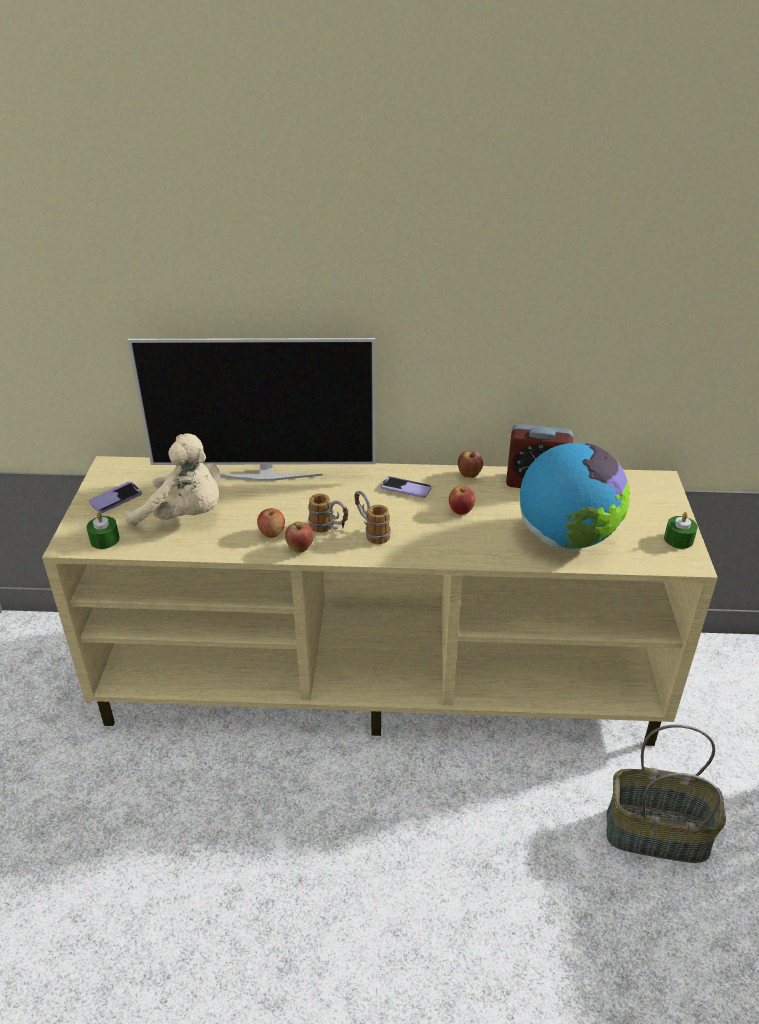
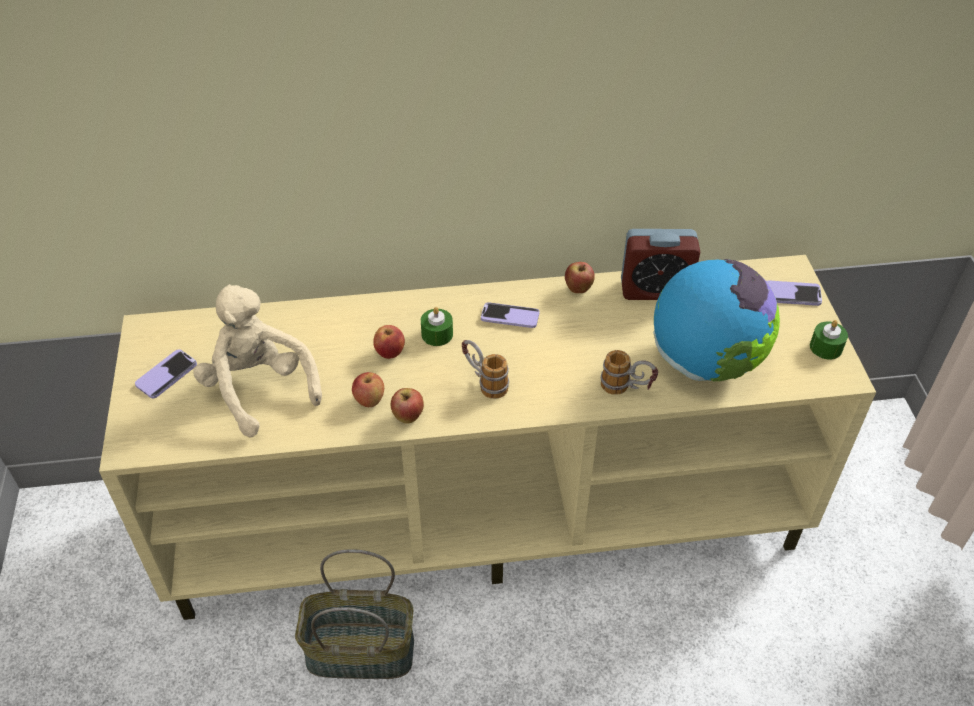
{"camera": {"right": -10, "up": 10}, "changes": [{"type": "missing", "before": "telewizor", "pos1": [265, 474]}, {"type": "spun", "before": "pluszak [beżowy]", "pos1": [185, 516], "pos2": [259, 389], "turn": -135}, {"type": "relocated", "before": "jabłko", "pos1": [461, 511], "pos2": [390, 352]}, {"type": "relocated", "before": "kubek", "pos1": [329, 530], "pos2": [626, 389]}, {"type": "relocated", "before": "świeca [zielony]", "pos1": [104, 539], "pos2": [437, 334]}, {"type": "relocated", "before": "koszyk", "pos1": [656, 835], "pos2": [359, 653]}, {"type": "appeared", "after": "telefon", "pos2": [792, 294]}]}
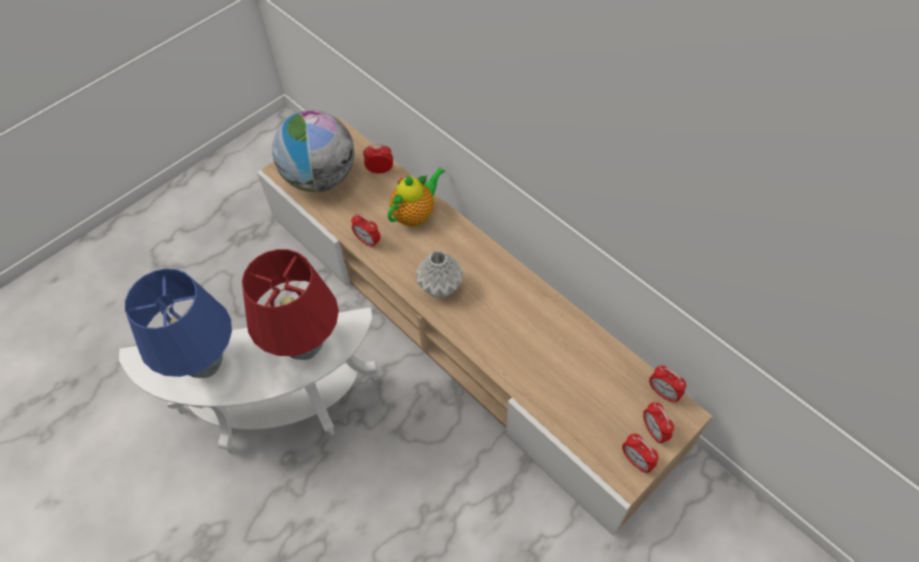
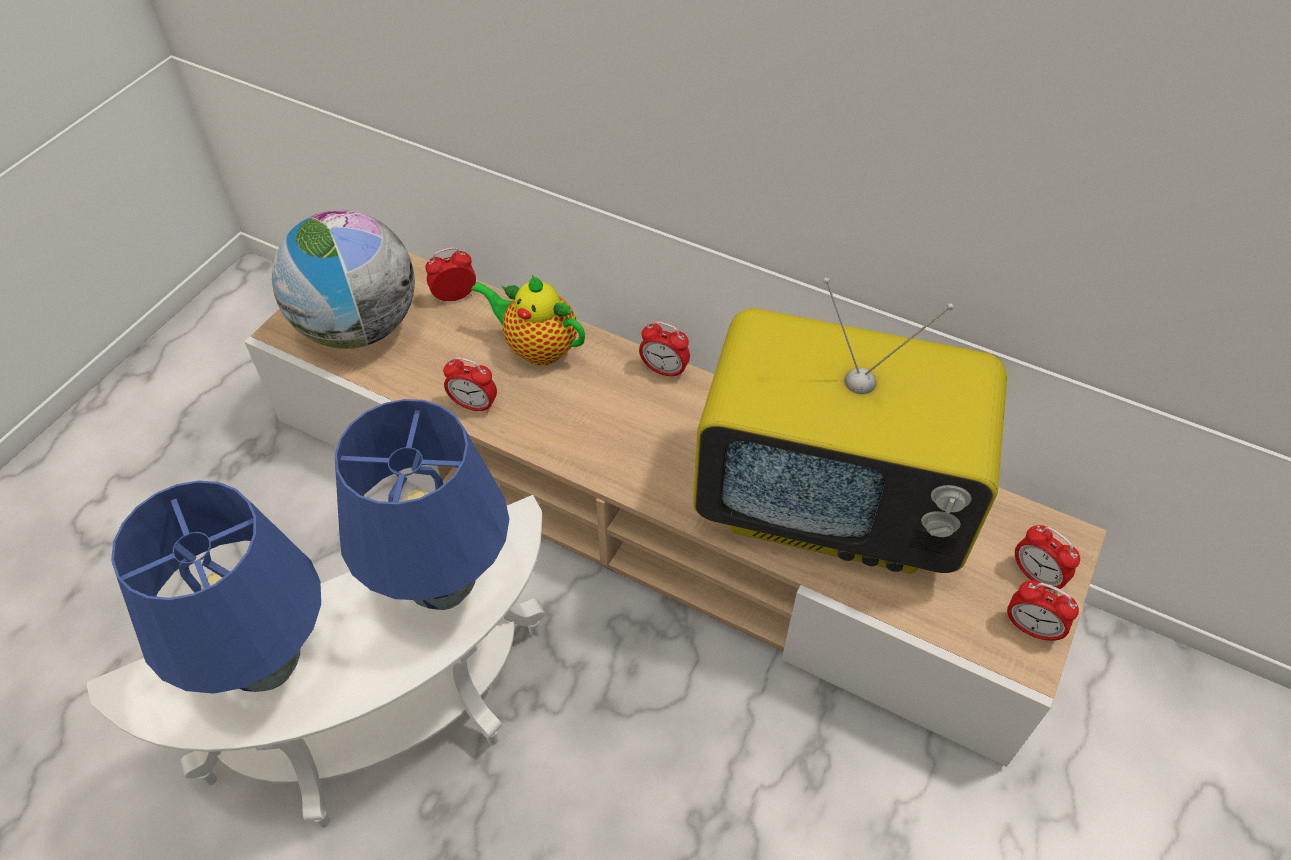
{"camera": {"right": -20, "up": -5}, "changes": [{"type": "spun", "before": "imbryk", "pos1": [416, 214], "pos2": [537, 347], "turn": -90}, {"type": "colour", "before": "lampa stołowa [czerwony]", "after": "lampa stołowa [niebieski]", "pos1": [306, 346], "pos2": [444, 586]}, {"type": "missing", "before": "wazon [szary]", "pos1": [440, 288]}, {"type": "relocated", "before": "budzik", "pos1": [663, 393], "pos2": [664, 370]}, {"type": "appeared", "after": "telewizor", "pos2": [832, 504]}]}
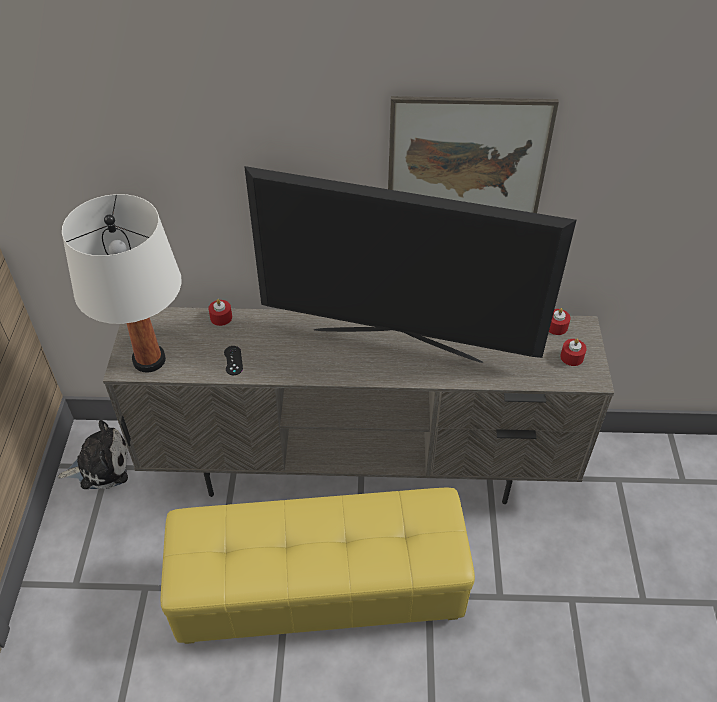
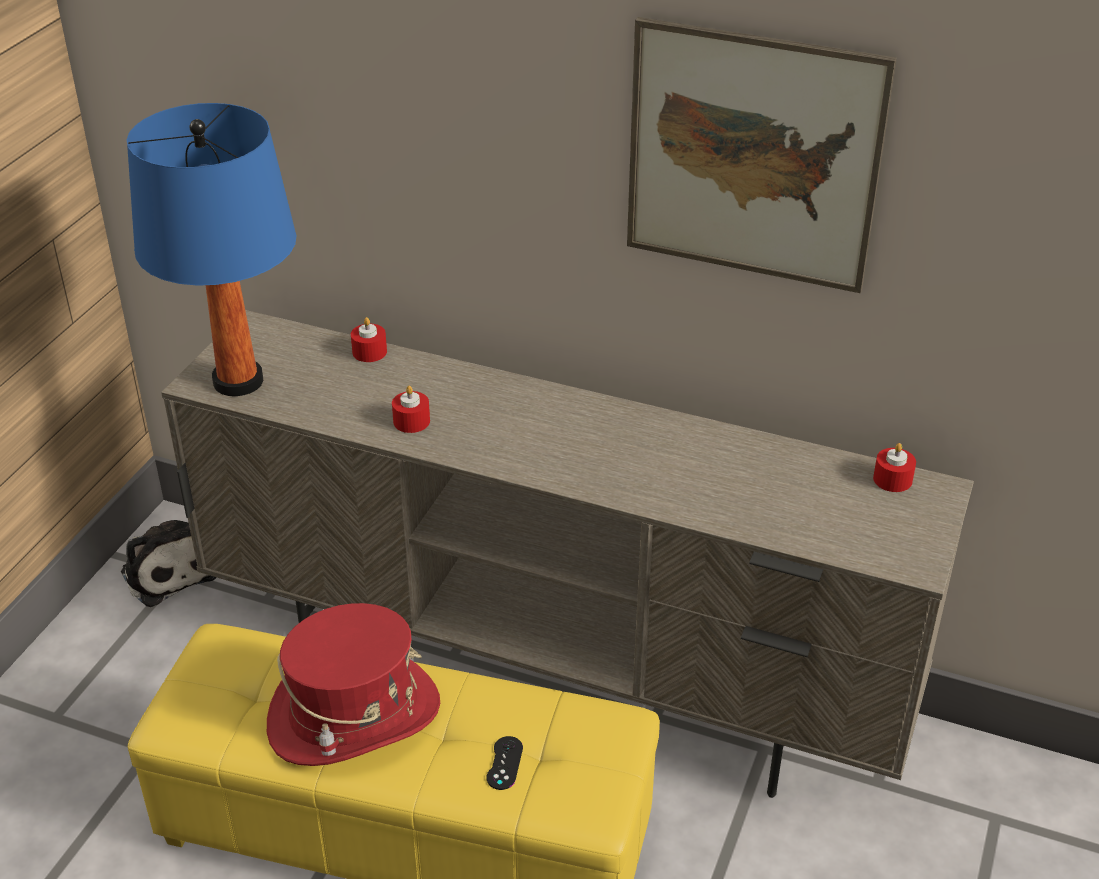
{"camera": {"right": 20, "up": -10}, "changes": [{"type": "missing", "before": "telewizor", "pos1": [397, 343]}, {"type": "colour", "before": "lampa stołowa [biały]", "after": "lampa stołowa [niebieski]", "pos1": [149, 360], "pos2": [238, 382]}, {"type": "relocated", "before": "świeca [czerwony]", "pos1": [571, 357], "pos2": [411, 421]}, {"type": "relocated", "before": "pad do gier [czarny]", "pos1": [233, 360], "pos2": [504, 763]}, {"type": "spun", "before": "pluszak", "pos1": [100, 466], "pos2": [169, 570], "turn": 45}, {"type": "appeared", "after": "kapelusz [czerwony]", "pos2": [354, 716]}]}
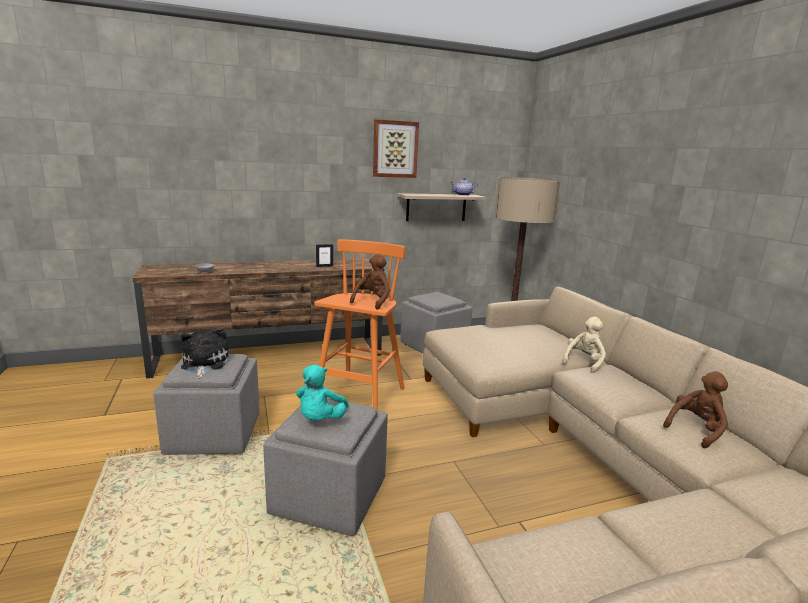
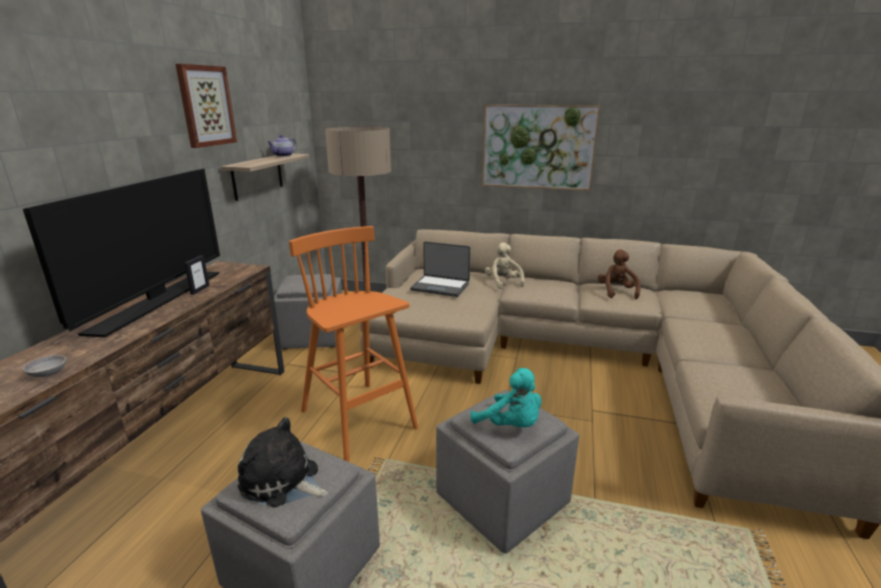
{"camera": {"right": -55, "up": 5}, "changes": [{"type": "missing", "before": "pluszak [brązowy]", "pos1": [372, 301]}, {"type": "appeared", "after": "obraz", "pos2": [538, 147]}, {"type": "appeared", "after": "telewizor", "pos2": [158, 300]}, {"type": "appeared", "after": "laptop", "pos2": [440, 286]}]}
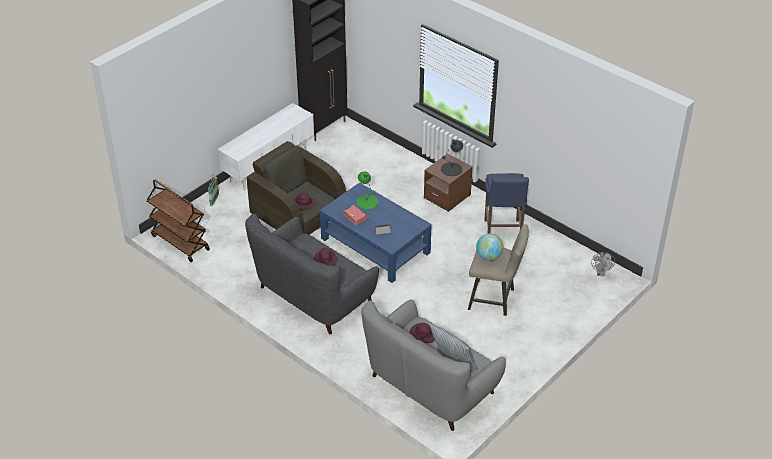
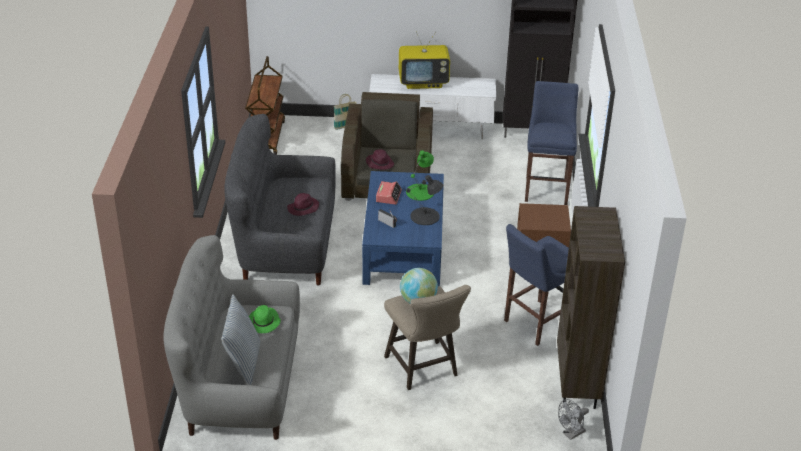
{"camera": {"right": 50, "up": -5}, "changes": [{"type": "relocated", "before": "lampa stołowa [czarny]", "pos1": [452, 169], "pos2": [425, 216]}, {"type": "colour", "before": "kapelusz [fioletowy]", "after": "kapelusz [zielony]", "pos1": [424, 335], "pos2": [264, 323]}, {"type": "appeared", "after": "telewizor", "pos2": [423, 82]}, {"type": "appeared", "after": "stołek [niebieski]", "pos2": [546, 188]}, {"type": "appeared", "after": "regał [brązowy]", "pos2": [577, 384]}]}
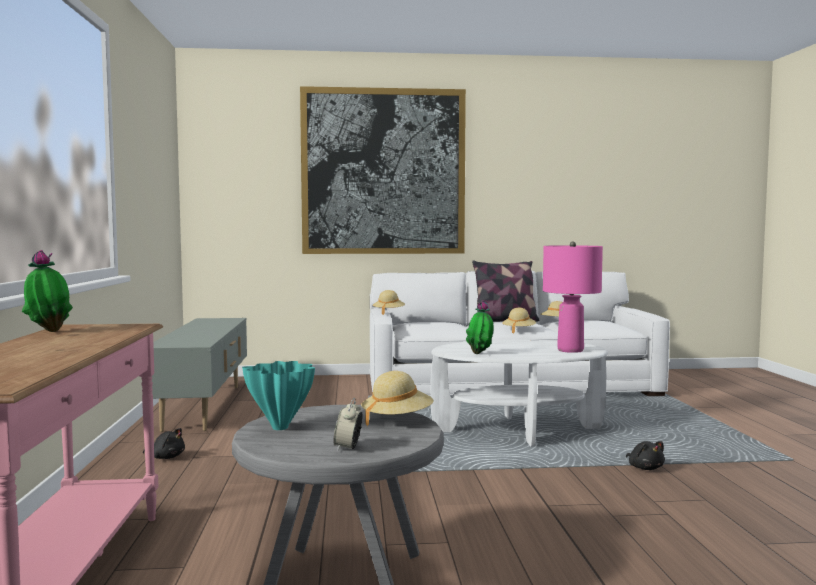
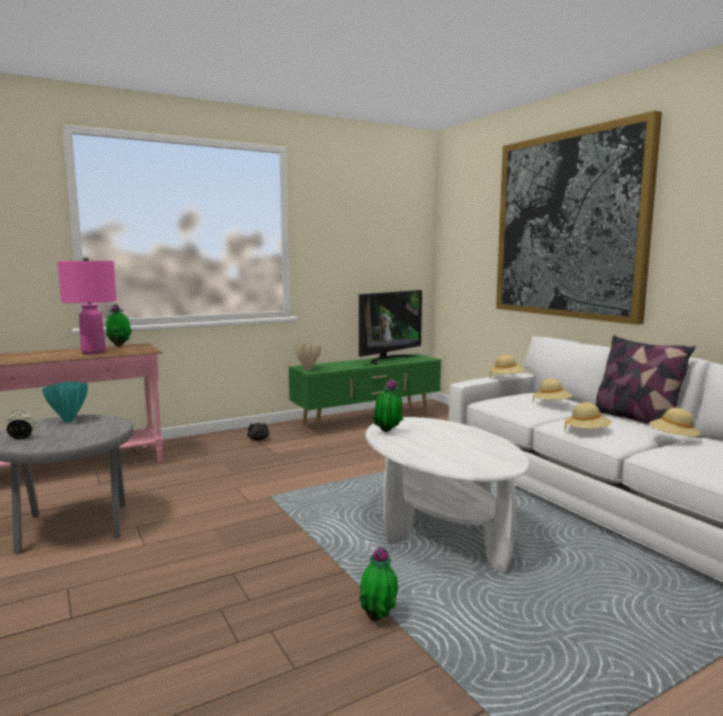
{"camera": {"right": 65, "up": 5}, "changes": [{"type": "relocated", "before": "lampa stołowa [różowy]", "pos1": [570, 350], "pos2": [93, 352]}, {"type": "colour", "before": "szafka pod telewizor [szary]", "after": "szafka pod telewizor [zielony]", "pos1": [205, 407], "pos2": [368, 420]}, {"type": "relocated", "before": "kapelusz [beżowy]", "pos1": [397, 420], "pos2": [552, 404]}, {"type": "exchanged", "before": "pluszak [czarny]", "after": "roślina doniczkowa", "pos1": [645, 468], "pos2": [379, 618]}, {"type": "appeared", "after": "telewizor", "pos2": [388, 359]}, {"type": "appeared", "after": "wazon [beżowy]", "pos2": [308, 370]}]}
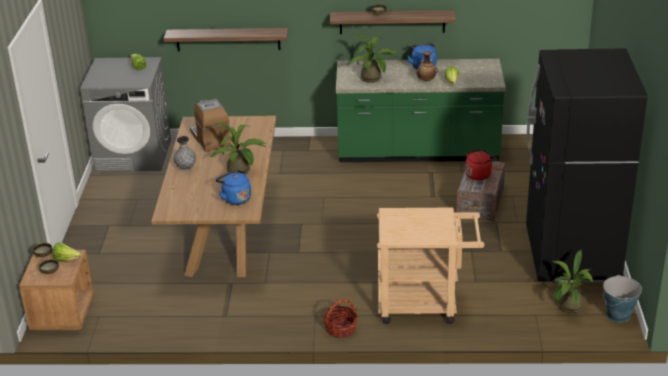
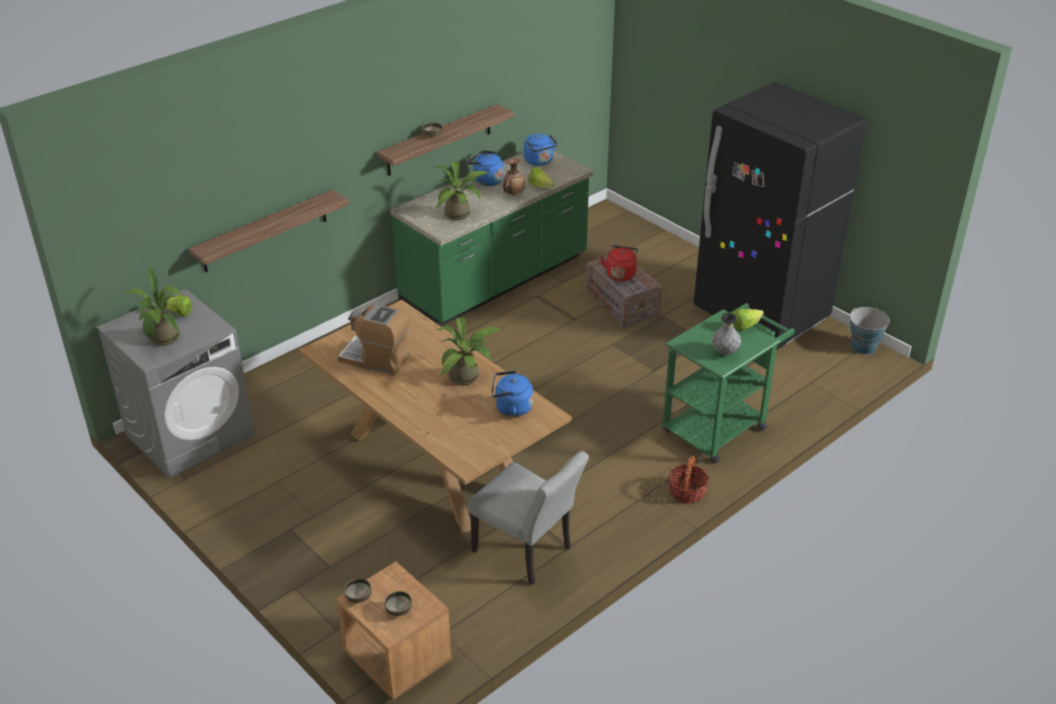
{"camera": {"right": -45, "up": 5}, "changes": [{"type": "relocated", "before": "wazon [szary]", "pos1": [186, 168], "pos2": [725, 352]}, {"type": "colour", "before": "wózek [beżowy]", "after": "wózek [zielony]", "pos1": [425, 305], "pos2": [720, 425]}, {"type": "relocated", "before": "sałata", "pos1": [66, 259], "pos2": [745, 326]}, {"type": "relocated", "before": "roślina doniczkowa", "pos1": [568, 308], "pos2": [163, 340]}, {"type": "appeared", "after": "czajnik [niebieski]", "pos2": [539, 162]}, {"type": "appeared", "after": "krzesło [szary]", "pos2": [528, 553]}]}
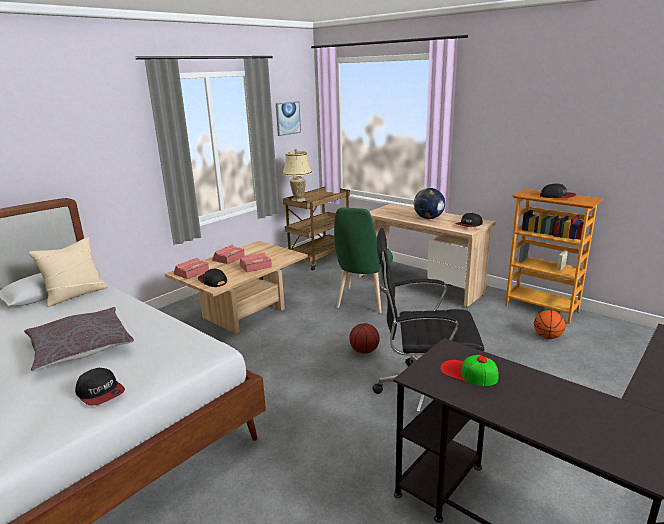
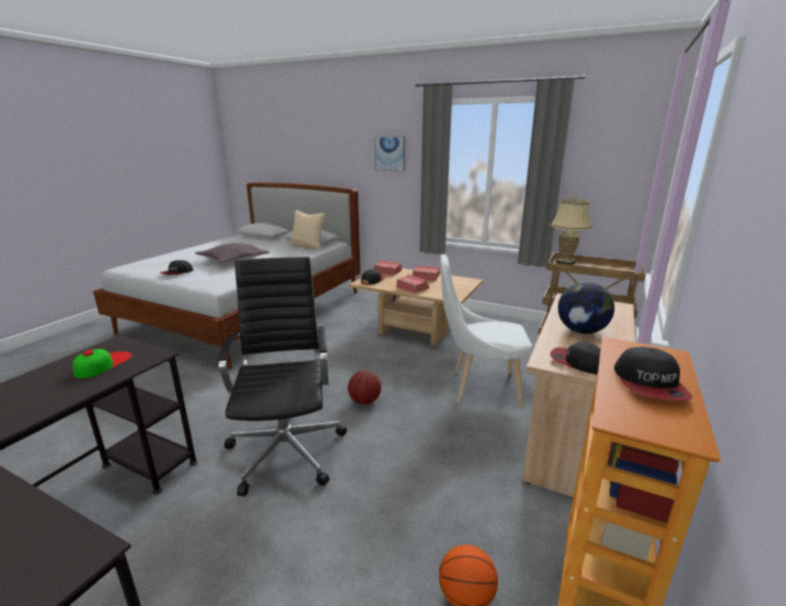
{"camera": {"right": 75, "up": 0}, "changes": [{"type": "relocated", "before": "obraz", "pos1": [287, 118], "pos2": [390, 153]}, {"type": "colour", "before": "krzesło [zielony]", "after": "krzesło [biały]", "pos1": [363, 302], "pos2": [479, 388]}]}
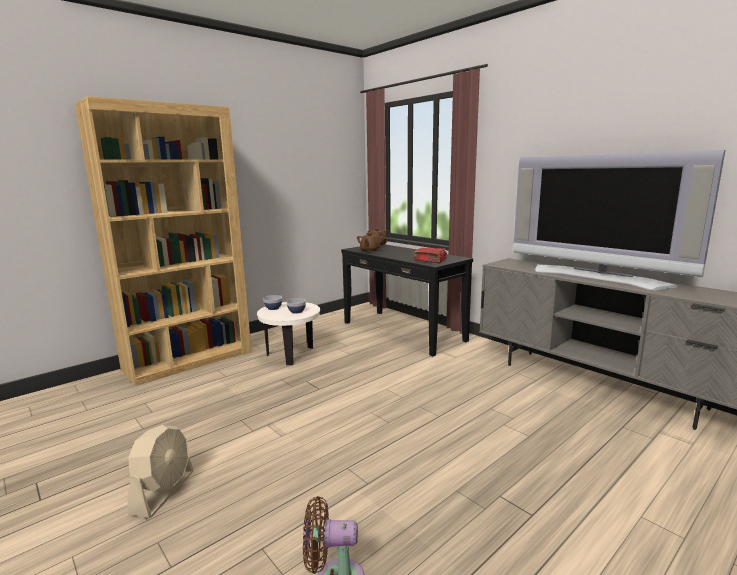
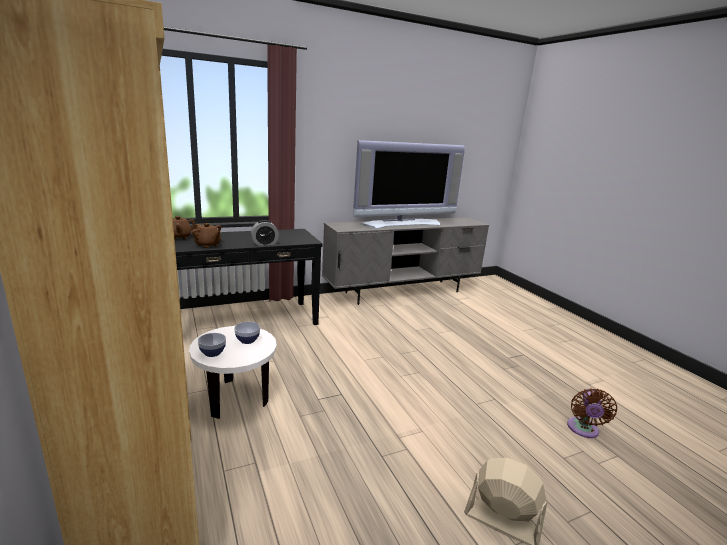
{"camera": {"right": -75, "up": 5}, "changes": [{"type": "missing", "before": "książka [czerwony]", "pos1": [430, 261]}, {"type": "appeared", "after": "budzik", "pos2": [264, 244]}]}
